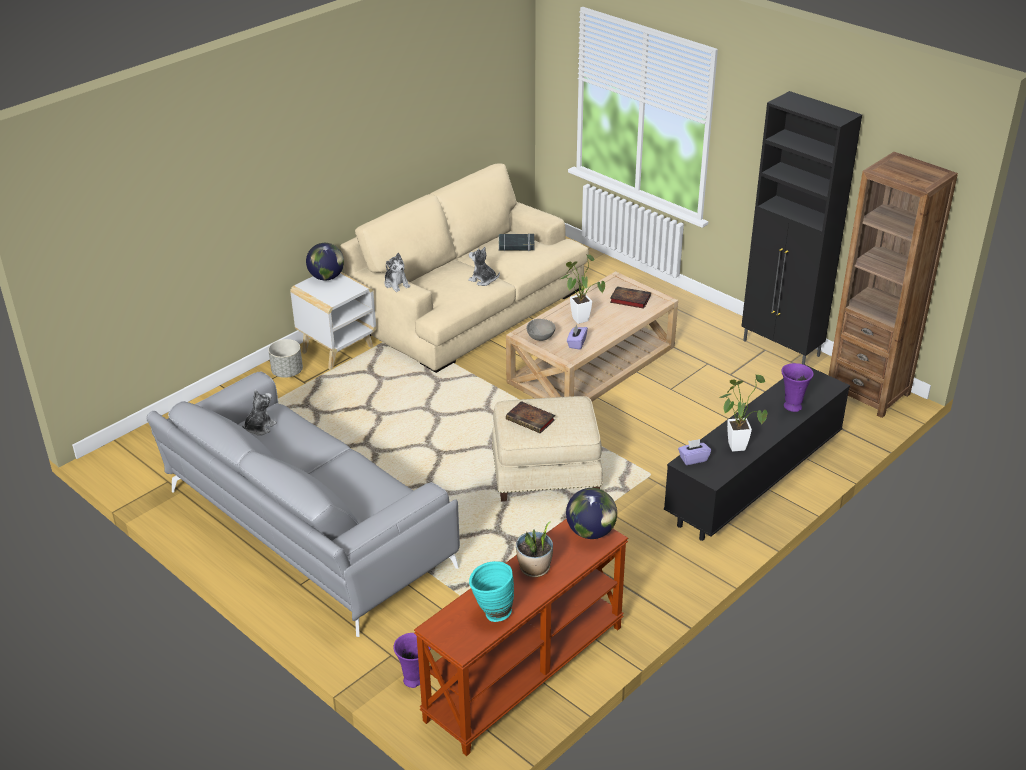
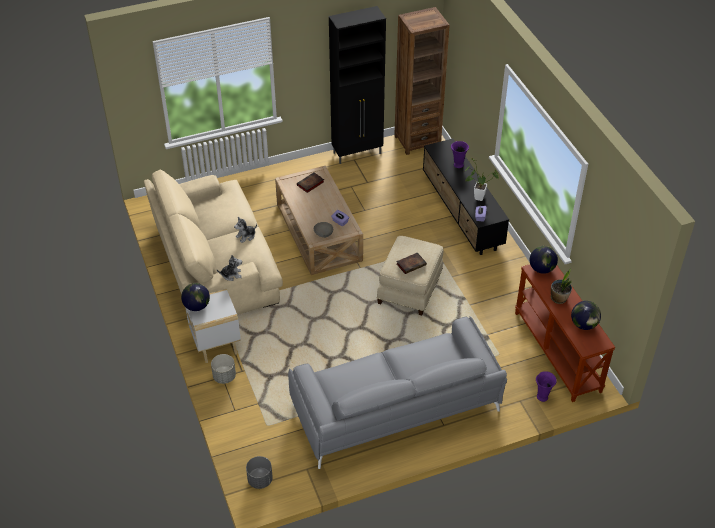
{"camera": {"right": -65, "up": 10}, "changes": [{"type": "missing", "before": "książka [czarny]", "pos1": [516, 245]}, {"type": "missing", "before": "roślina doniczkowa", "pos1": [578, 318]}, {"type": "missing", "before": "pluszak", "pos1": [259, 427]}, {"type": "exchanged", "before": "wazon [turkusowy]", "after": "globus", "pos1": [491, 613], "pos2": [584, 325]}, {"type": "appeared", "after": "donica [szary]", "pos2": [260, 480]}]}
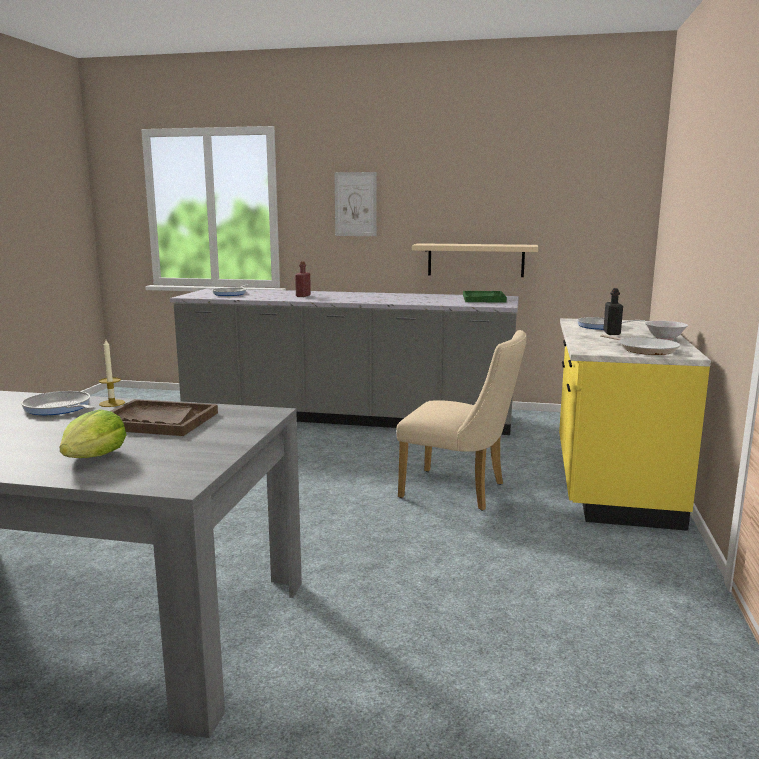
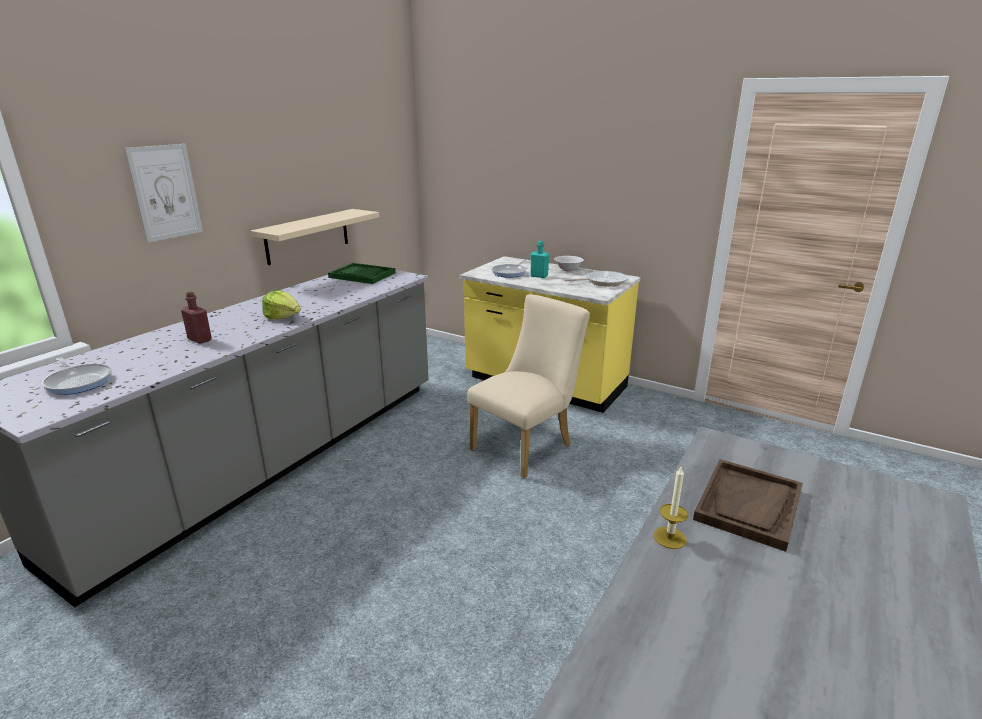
{"camera": {"right": -70, "up": 10}, "changes": [{"type": "colour", "before": "butelka [czarny]", "after": "butelka [turkusowy]", "pos1": [611, 333], "pos2": [539, 276]}, {"type": "missing", "before": "patelnia", "pos1": [59, 408]}, {"type": "relocated", "before": "sałata", "pos1": [95, 457], "pos2": [283, 317]}]}
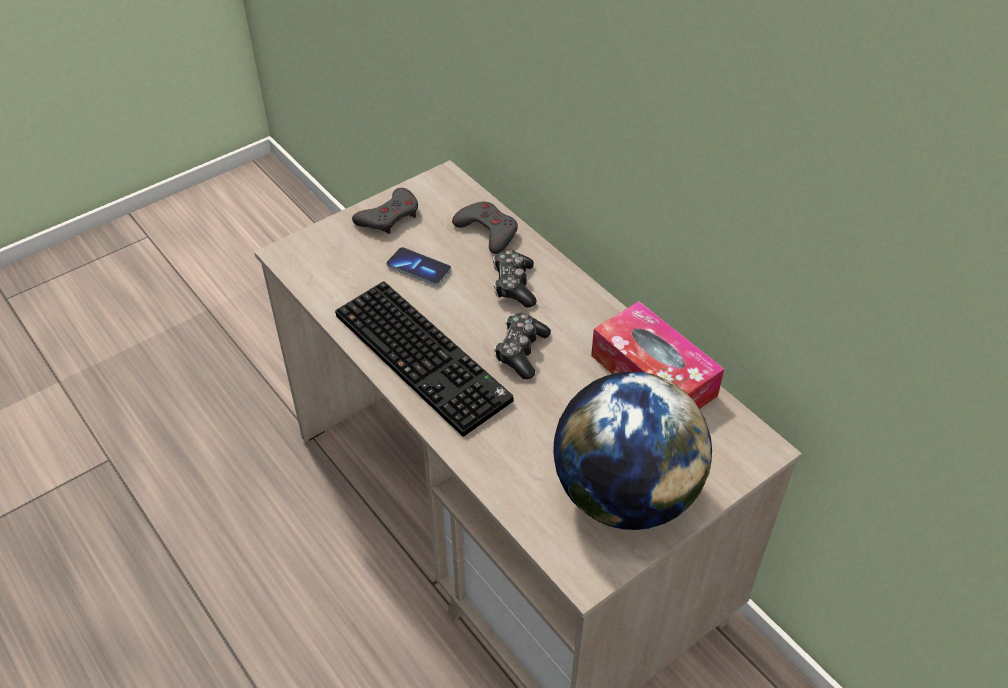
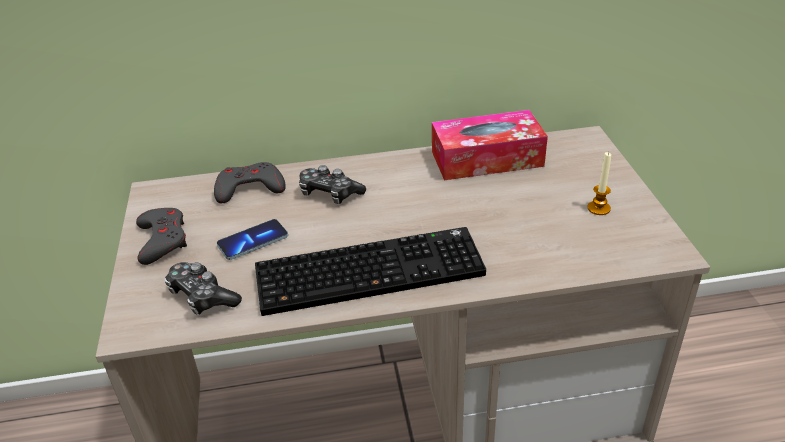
{"camera": {"right": -60, "up": -10}, "changes": [{"type": "relocated", "before": "pad do gier", "pos1": [521, 351], "pos2": [202, 296]}, {"type": "exchanged", "before": "globus", "after": "świeca", "pos1": [625, 494], "pos2": [598, 208]}]}
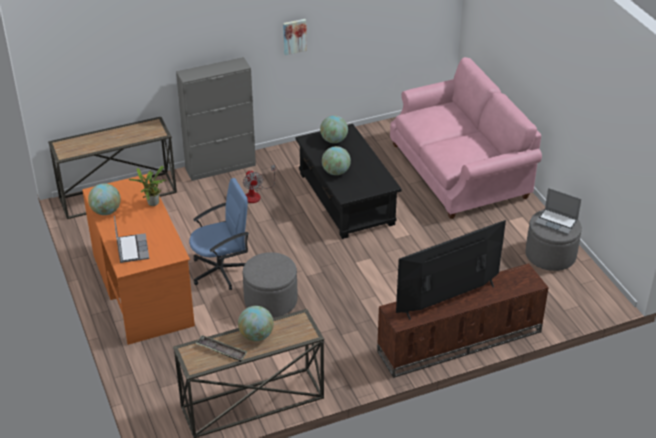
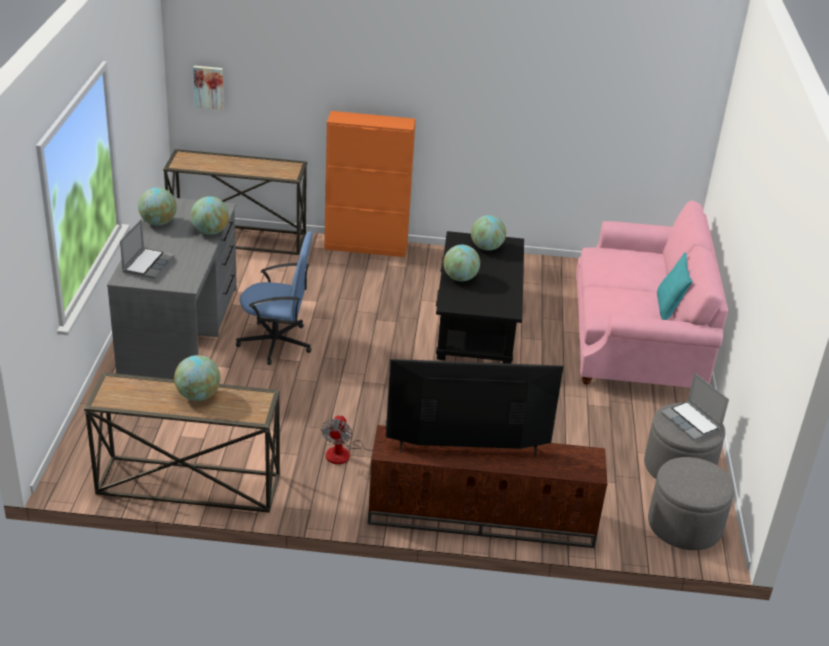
{"camera": {"right": 25, "up": -5}, "changes": [{"type": "relocated", "before": "obraz", "pos1": [294, 36], "pos2": [209, 87]}, {"type": "colour", "before": "szafka [szary]", "after": "szafka [pomarańczowy]", "pos1": [221, 167], "pos2": [366, 247]}, {"type": "relocated", "before": "wentylator", "pos1": [256, 194], "pos2": [346, 453]}, {"type": "exchanged", "before": "roślina doniczkowa", "after": "globus", "pos1": [152, 204], "pos2": [210, 232]}, {"type": "colour", "before": "biurko [pomarańczowy]", "after": "biurko [szary]", "pos1": [143, 289], "pos2": [181, 331]}, {"type": "relocated", "before": "pufa [szary]", "pos1": [271, 301], "pos2": [684, 525]}, {"type": "missing", "before": "taca", "pos1": [221, 350]}, {"type": "appeared", "after": "poduszka [turkusowy]", "pos2": [669, 309]}]}
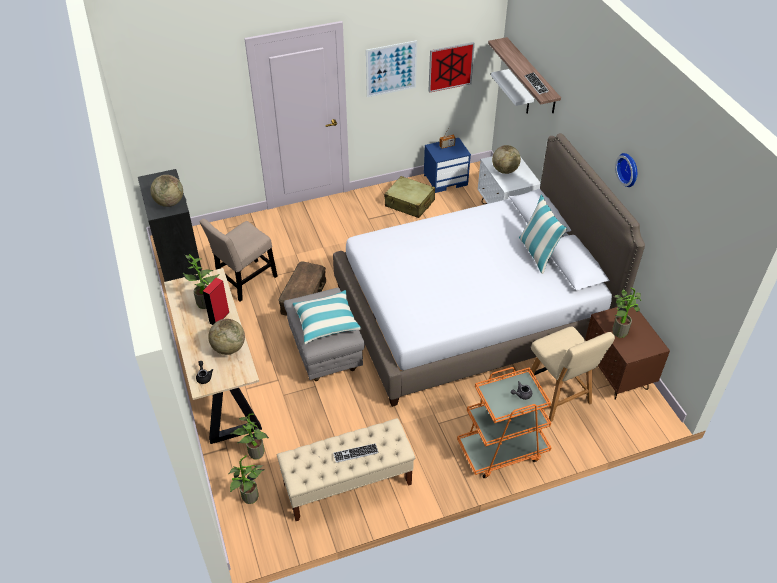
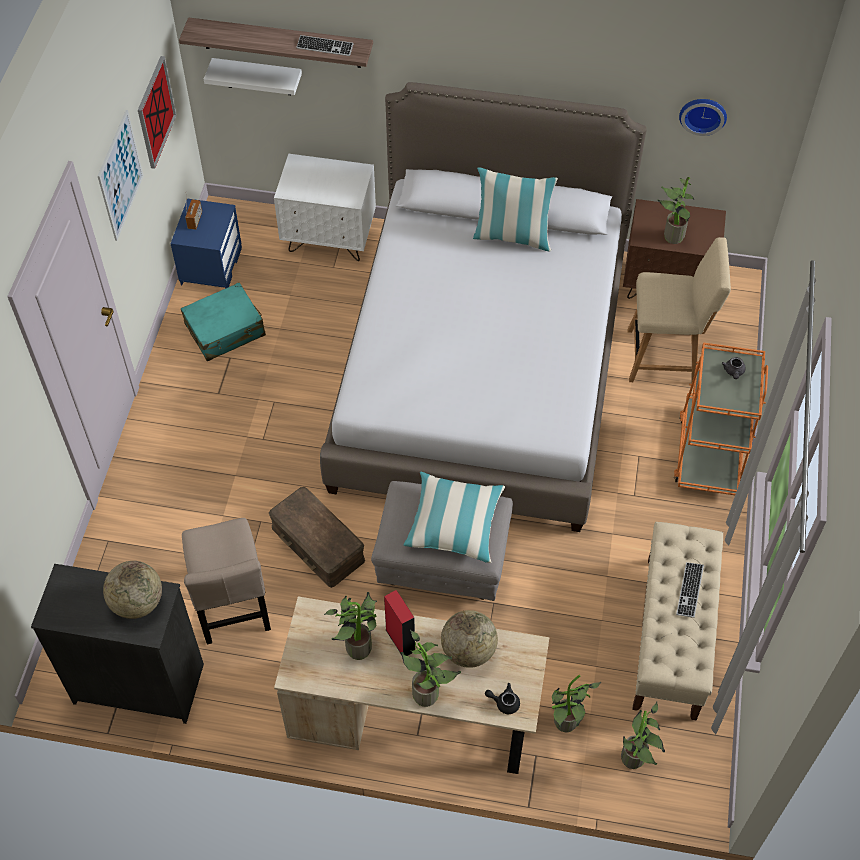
{"camera": {"right": -60, "up": 10}, "changes": [{"type": "missing", "before": "globus", "pos1": [504, 170]}, {"type": "relocated", "before": "zegar ścienny", "pos1": [629, 169], "pos2": [703, 114]}, {"type": "colour", "before": "walizka [beżowy]", "after": "walizka [turkusowy]", "pos1": [409, 203], "pos2": [225, 330]}, {"type": "appeared", "after": "roślina doniczkowa", "pos2": [429, 693]}]}
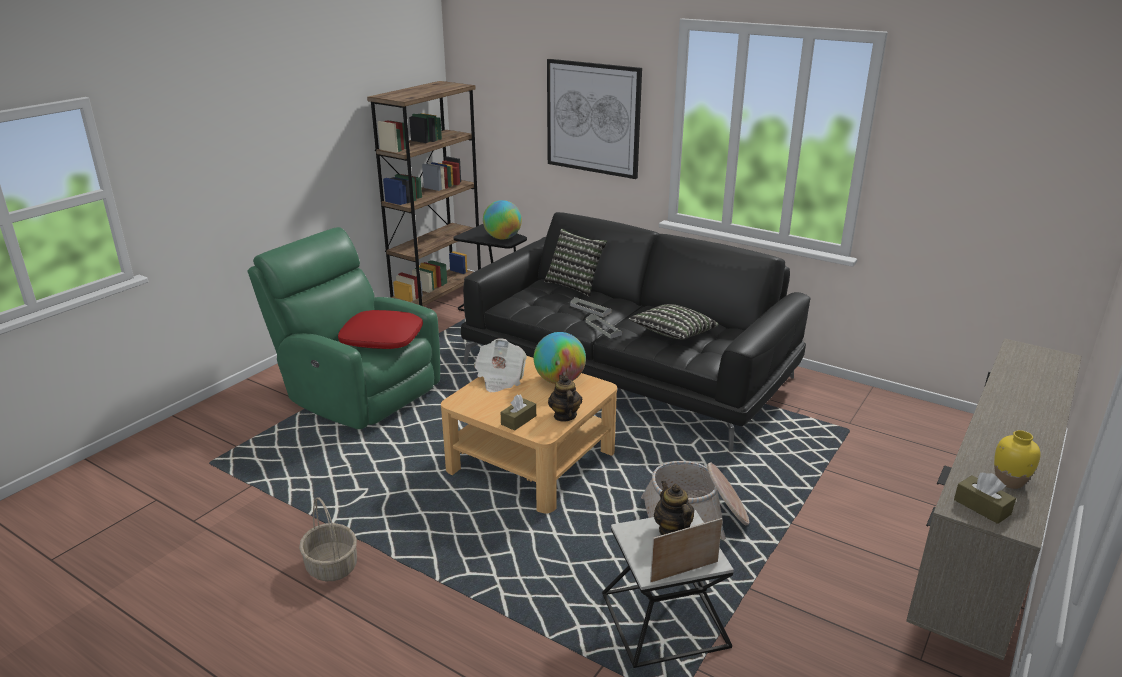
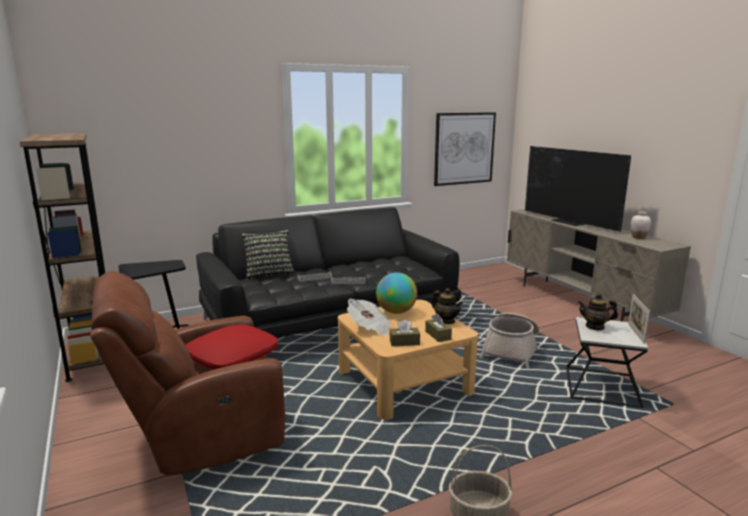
{"camera": {"right": -60, "up": -10}, "changes": [{"type": "relocated", "before": "obraz", "pos1": [593, 118], "pos2": [464, 148]}, {"type": "missing", "before": "globus", "pos1": [502, 238]}, {"type": "colour", "before": "fotel [zielony]", "after": "fotel [brązowy]", "pos1": [358, 393], "pos2": [201, 436]}, {"type": "missing", "before": "poduszka", "pos1": [672, 334]}, {"type": "spun", "before": "imbryk", "pos1": [564, 416], "pos2": [446, 321], "turn": -150}, {"type": "colour", "before": "wazon [żółty]", "after": "wazon [biały]", "pos1": [1009, 481], "pos2": [638, 237]}, {"type": "relocated", "before": "pudełko chusteczek [brązowy]", "pos1": [982, 507], "pos2": [404, 342]}, {"type": "appeared", "after": "telewizor", "pos2": [568, 222]}]}
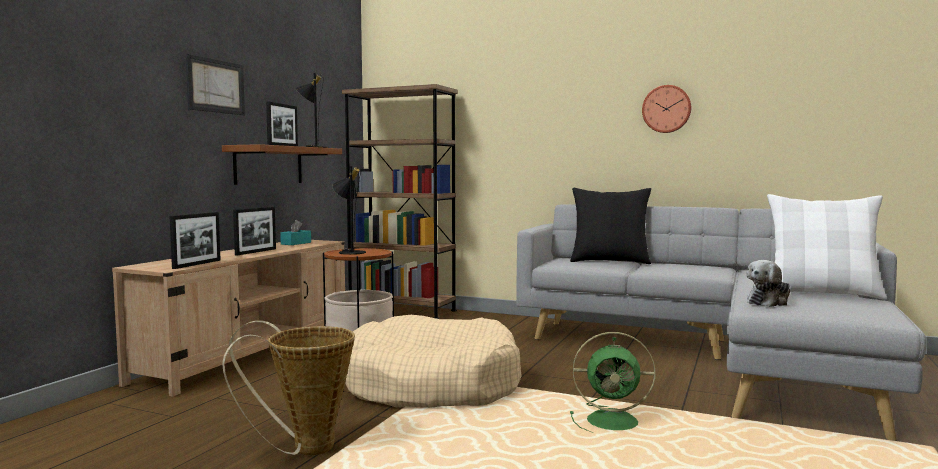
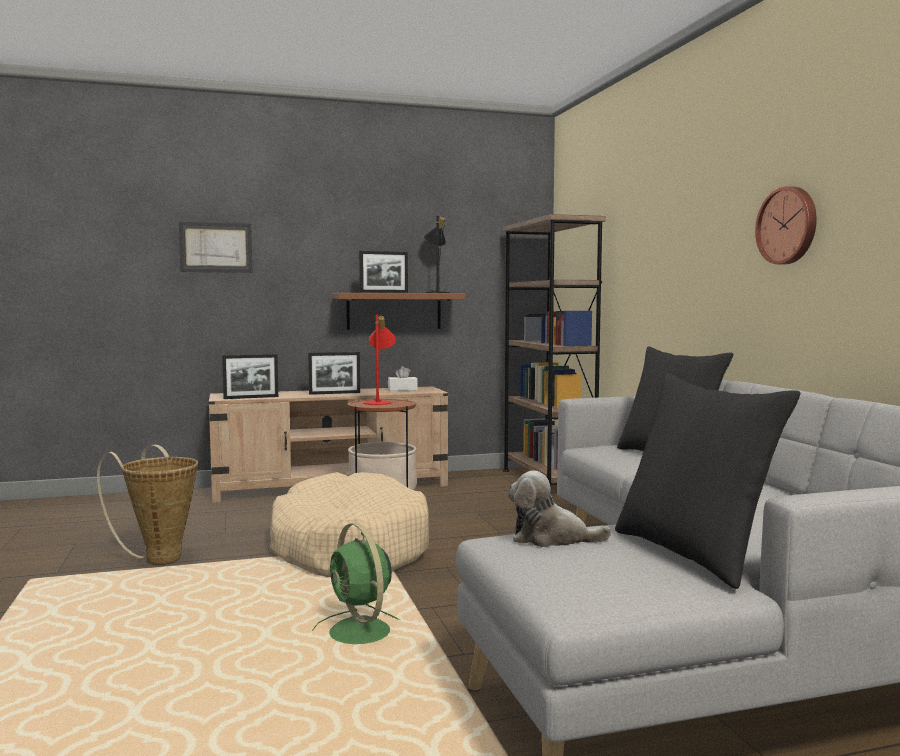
{"camera": {"right": 50, "up": 0}, "changes": [{"type": "relocated", "before": "obraz", "pos1": [215, 86], "pos2": [216, 247]}, {"type": "colour", "before": "lampa stołowa [czarny]", "after": "lampa stołowa [czerwony]", "pos1": [350, 252], "pos2": [379, 402]}, {"type": "colour", "before": "poduszka [biały]", "after": "poduszka [czarny]", "pos1": [822, 293], "pos2": [692, 554]}, {"type": "colour", "before": "pudełko chusteczek [turkusowy]", "after": "pudełko chusteczek [biały]", "pos1": [296, 243], "pos2": [402, 390]}]}
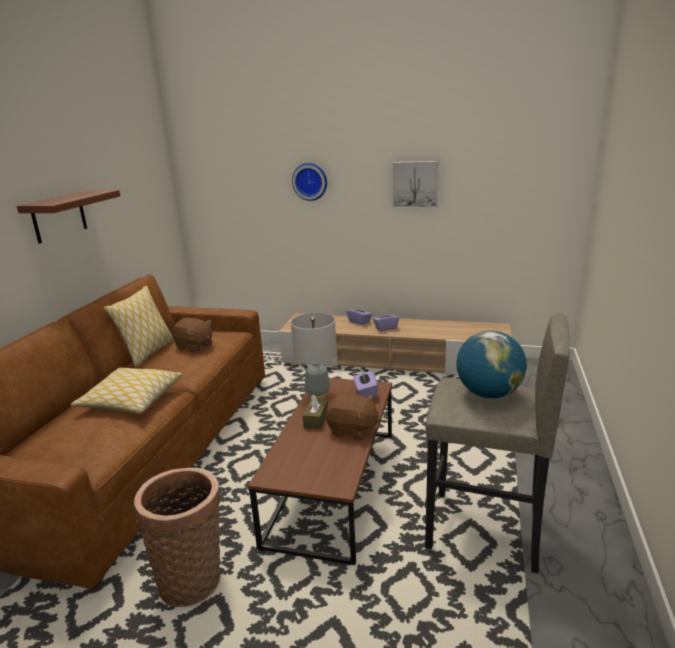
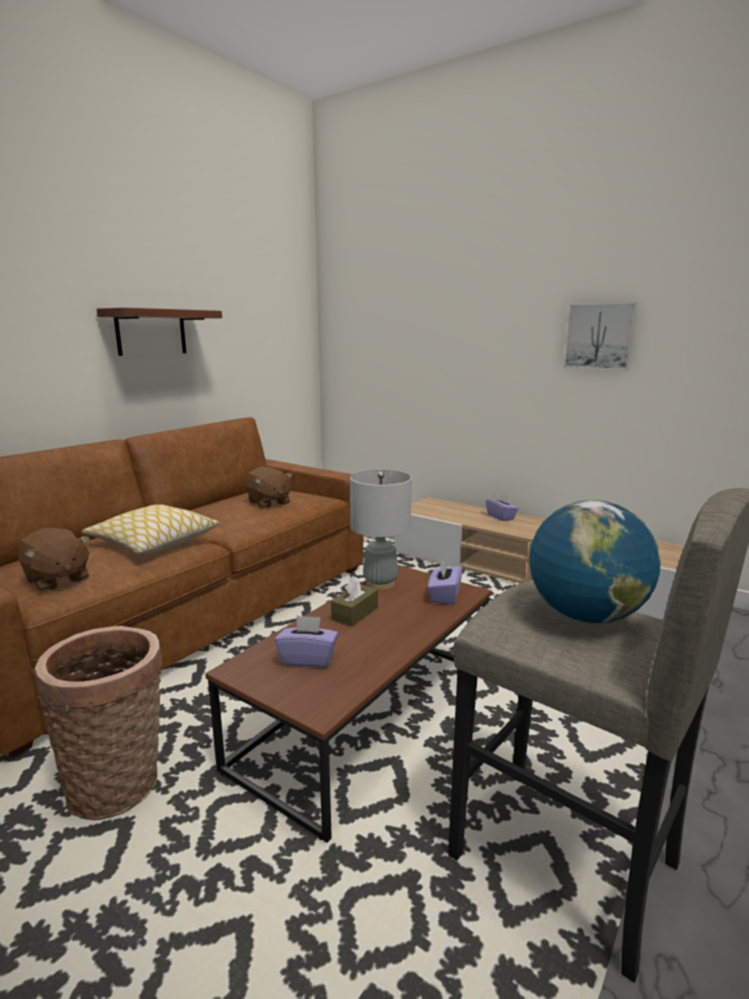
{"camera": {"right": 20, "up": -5}, "changes": [{"type": "missing", "before": "zegar ścienny", "pos1": [310, 181]}, {"type": "missing", "before": "poduszka", "pos1": [147, 353]}, {"type": "relocated", "before": "pudełko chusteczek [fioletowy]", "pos1": [386, 328], "pos2": [308, 659]}, {"type": "relocated", "before": "pluszak [brązowy]", "pos1": [352, 430], "pos2": [57, 580]}]}
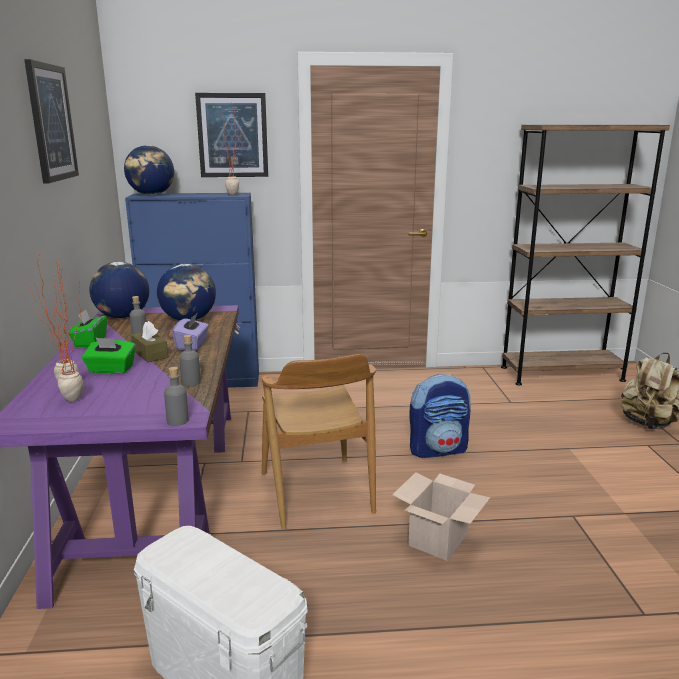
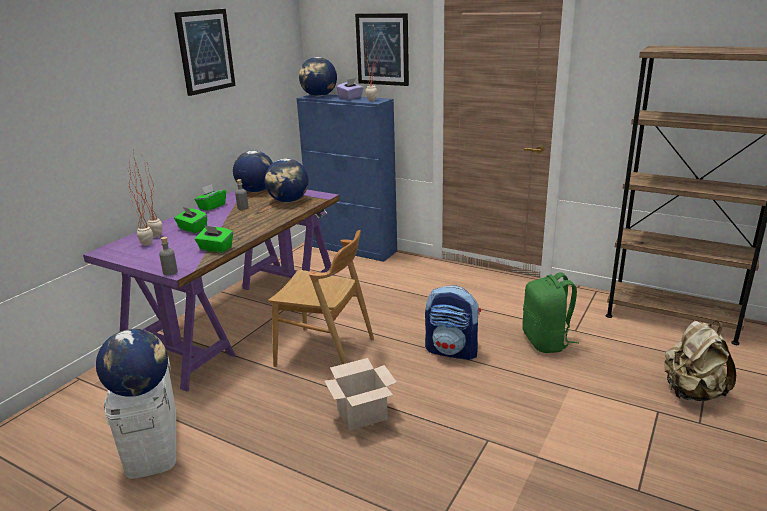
{"camera": {"right": 35, "up": 5}, "changes": [{"type": "relocated", "before": "pudełko chusteczek [fioletowy]", "pos1": [192, 345], "pos2": [350, 98]}, {"type": "missing", "before": "pudełko chusteczek [brązowy]", "pos1": [150, 354]}, {"type": "exchanged", "before": "butelka [szary]", "after": "pudełko chusteczek [zielony]", "pos1": [191, 382], "pos2": [215, 249]}, {"type": "spun", "before": "krzesło [brązowy]", "pos1": [316, 493], "pos2": [325, 352], "turn": -90}, {"type": "appeared", "after": "plecak [zielony]", "pos2": [546, 342]}, {"type": "appeared", "after": "globus", "pos2": [139, 389]}]}
